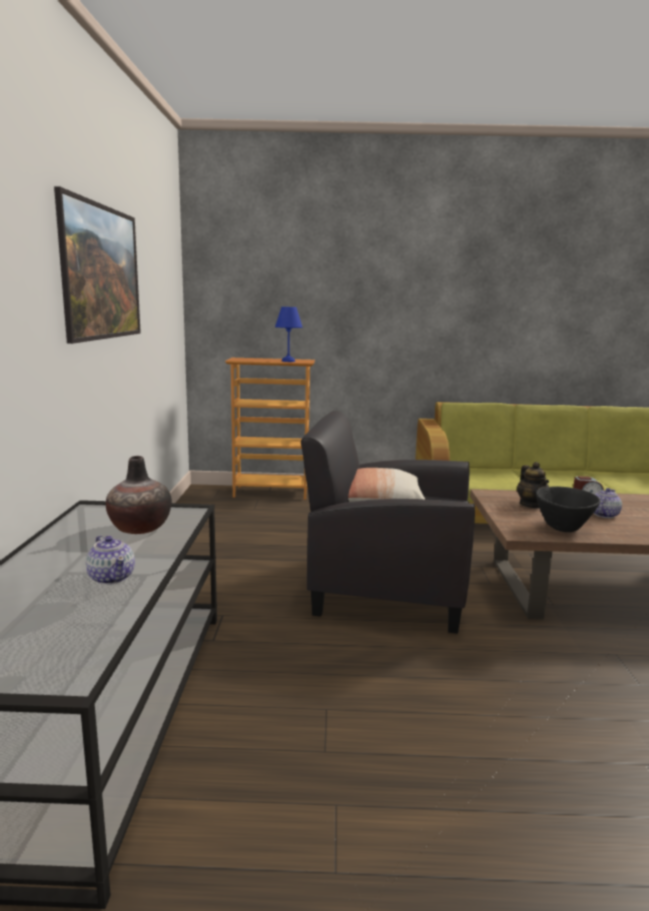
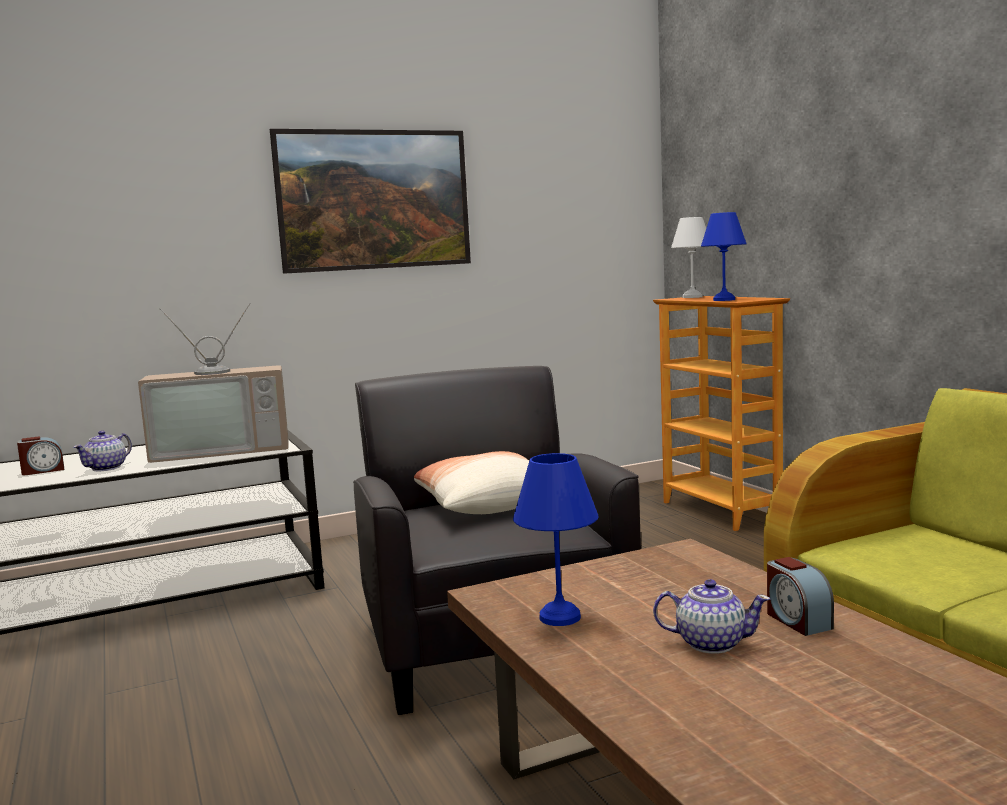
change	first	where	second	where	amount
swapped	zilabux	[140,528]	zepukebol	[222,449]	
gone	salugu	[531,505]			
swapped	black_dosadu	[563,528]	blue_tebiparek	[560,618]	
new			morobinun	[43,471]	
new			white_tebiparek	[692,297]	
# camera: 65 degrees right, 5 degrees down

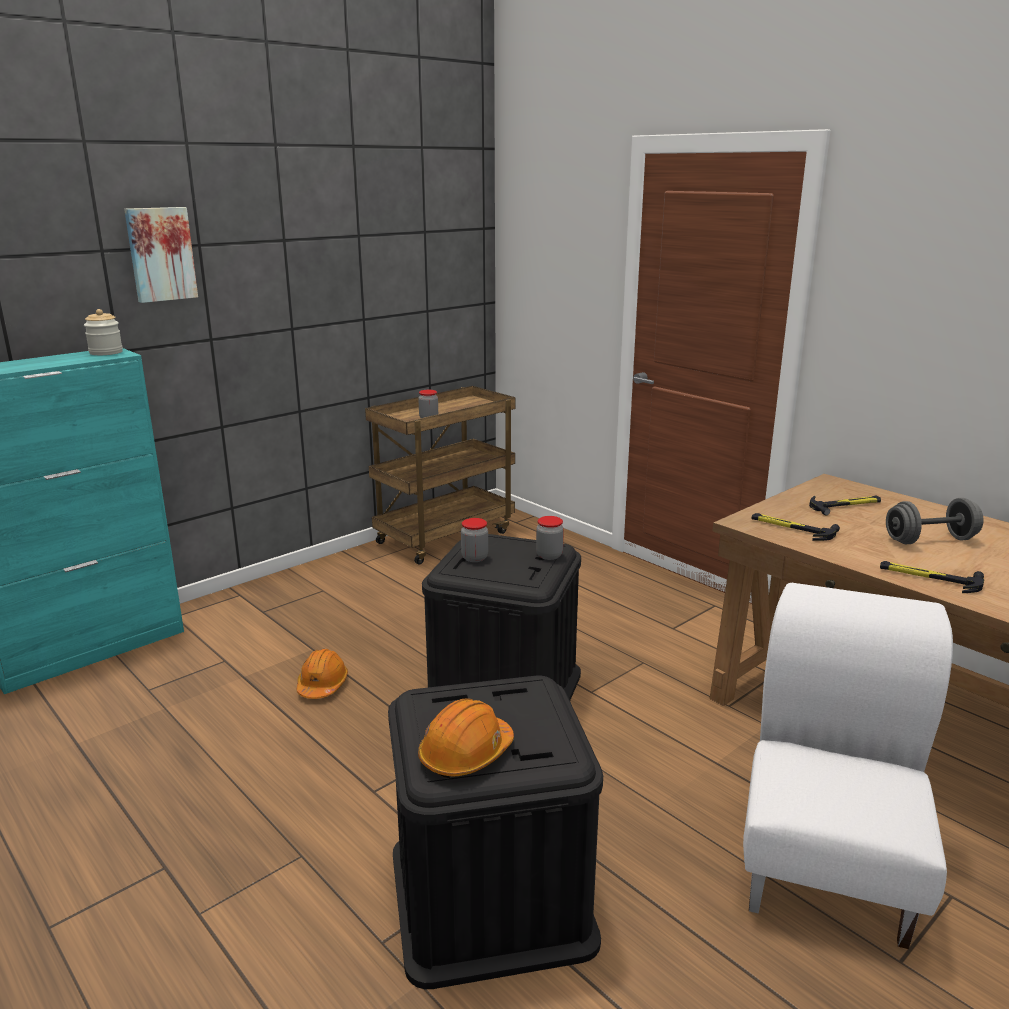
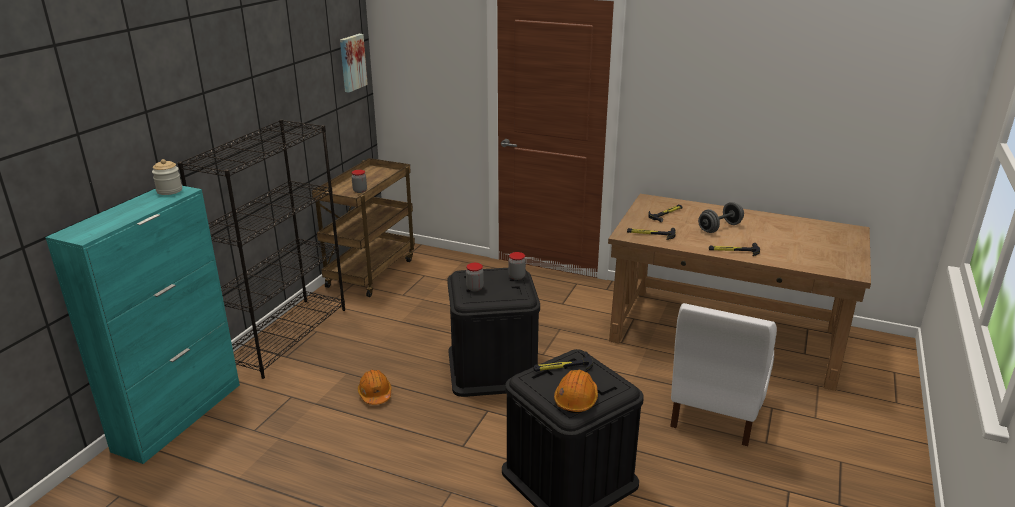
change	first	where	second	where	amount
shifted	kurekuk	[160,254]		[352,62]	
rotated	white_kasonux	[827,867]		[715,412]	150 degrees counterclockwise
new			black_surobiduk	[286,335]	
new			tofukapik	[563,367]	
# camera: 25 degrees left, 5 degrees up

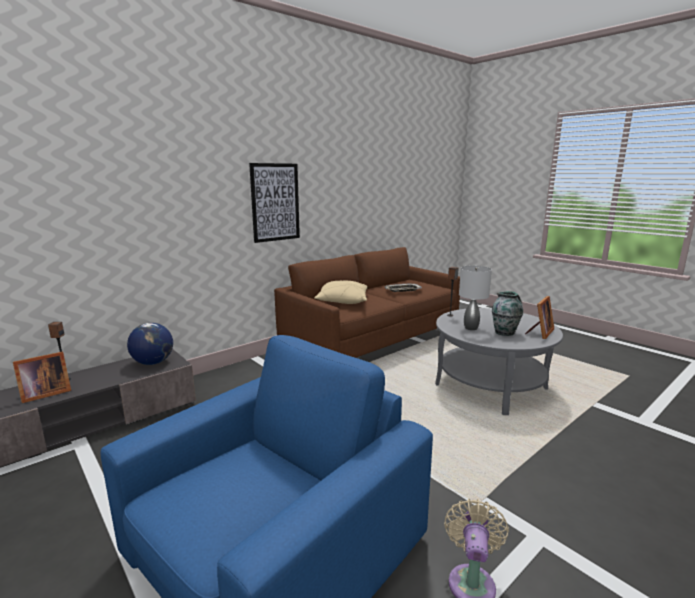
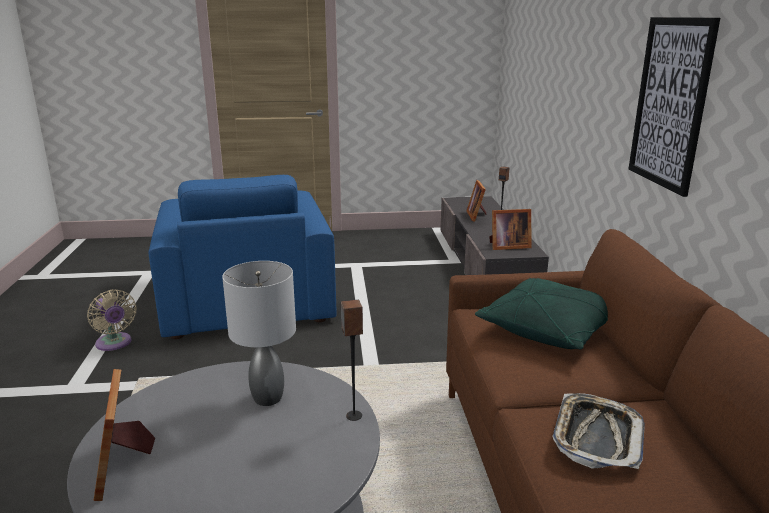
change	first	where	second	where	amount
swapped	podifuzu	[153,362]	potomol	[507,246]	
repainted	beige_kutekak	[342,301]	green_kutekak	[548,329]	
gone	zilabux	[505,333]			
# camera: 125 degrees right, 5 degrees up

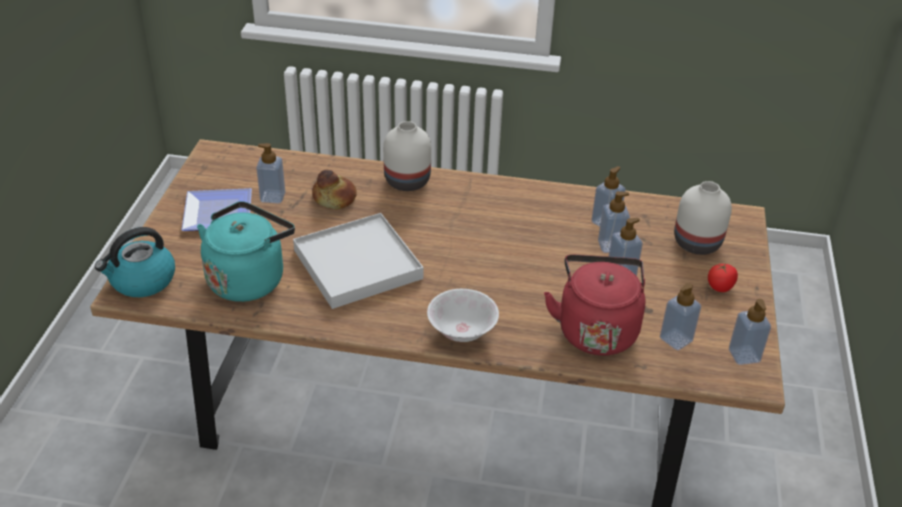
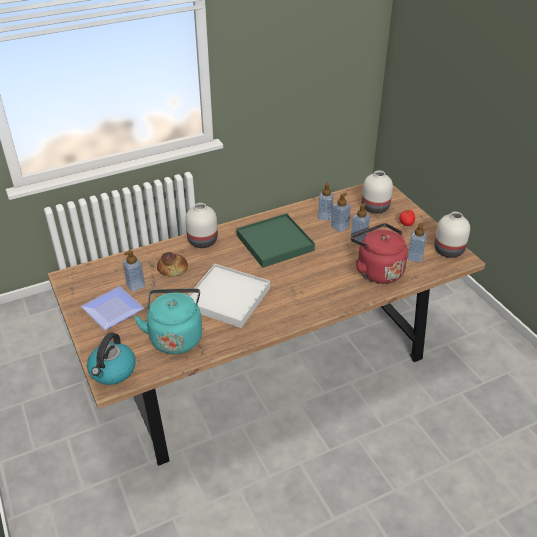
change	first	where	second	where	amount
gone	white_dosadu	[462,331]			
swapped	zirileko	[744,355]	white_zilabux	[448,250]	
new			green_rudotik	[275,243]	
# camera: 35 degrees left, 0 degrees up

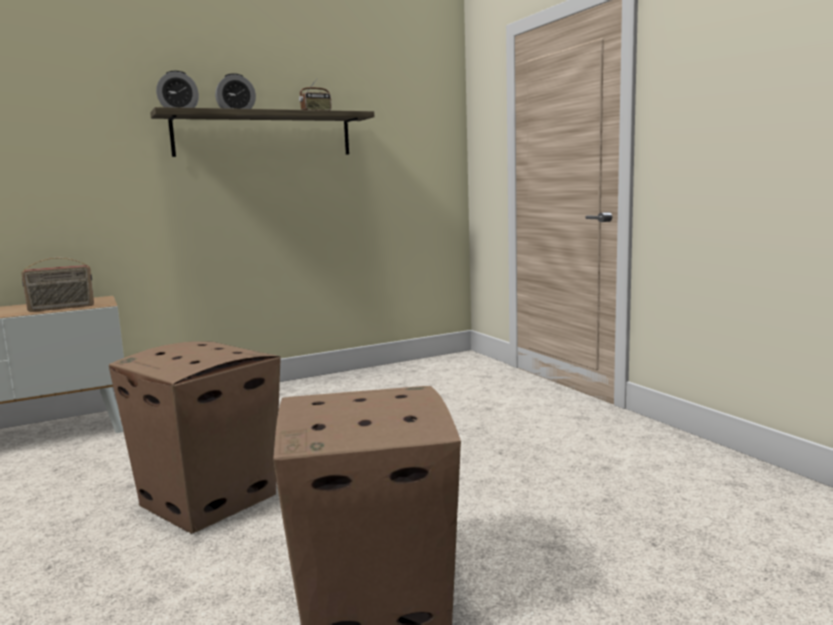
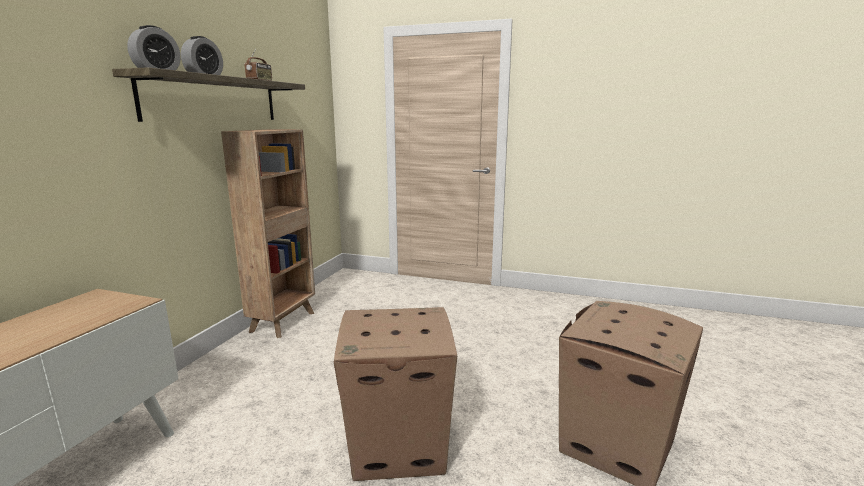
change	first	where	second	where	amount
gone	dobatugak	[61,308]			
new			brown_surobiduk	[284,321]	
# camera: 45 degrees left, 5 degrees up

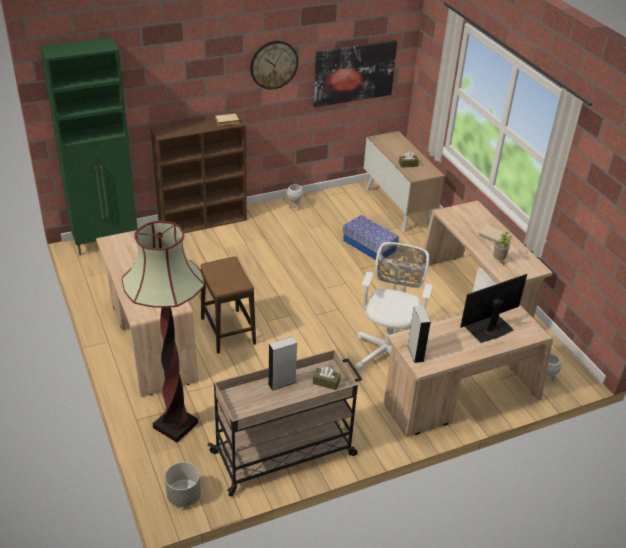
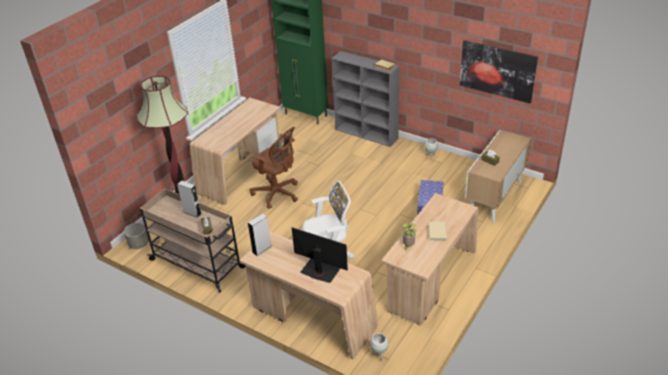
change	first	where	second	where	amount
repainted	brown_surobiduk	[203,222]	grey_surobiduk	[367,134]	
swapped	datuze	[228,331]	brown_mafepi	[277,194]	
gone	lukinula	[273,64]			
# camera: 60 degrees right, 0 degrees up

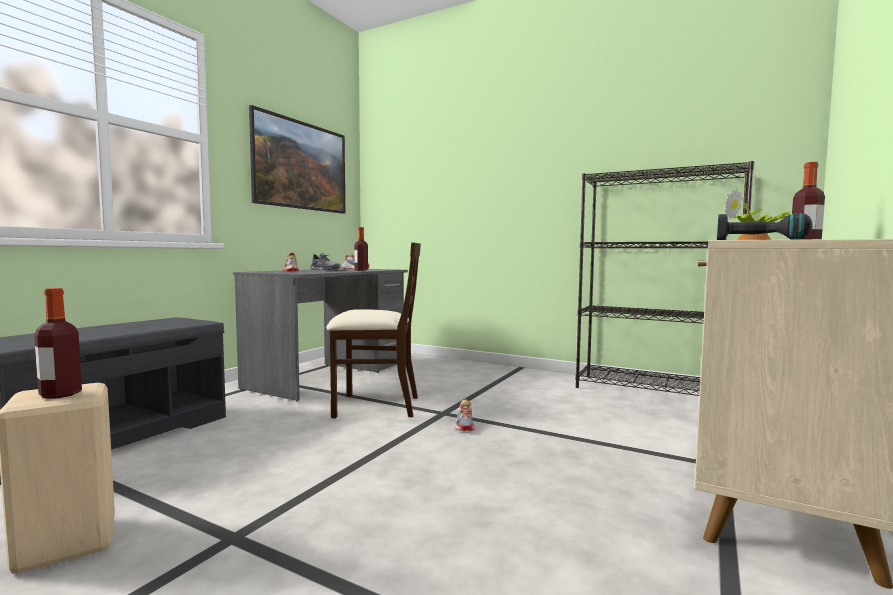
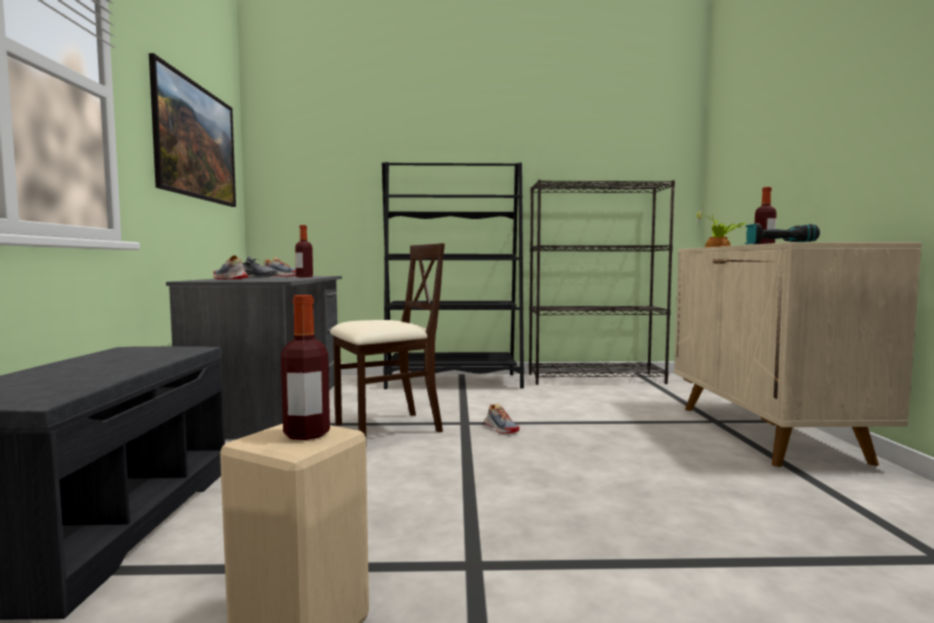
change	first	where	second	where	amount
new			black_surobiduk	[452,381]	
# camera: 30 degrees left, 0 degrees up

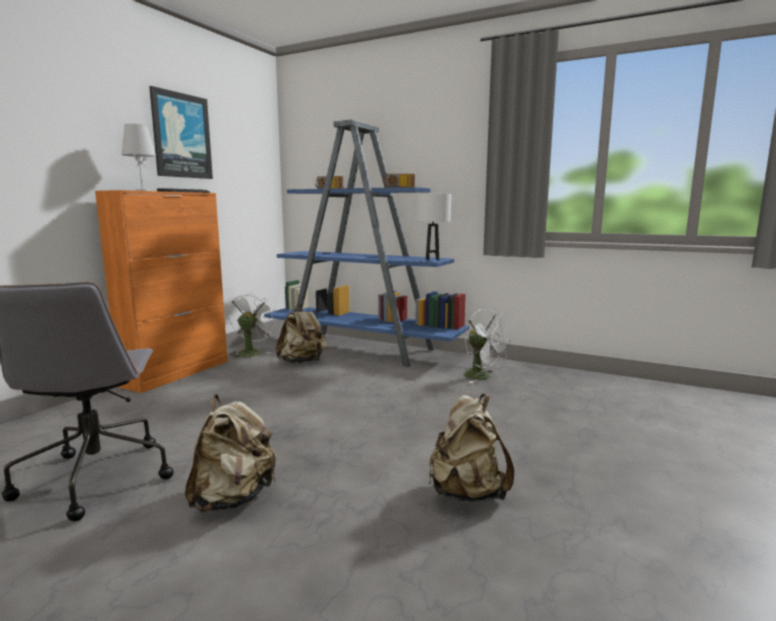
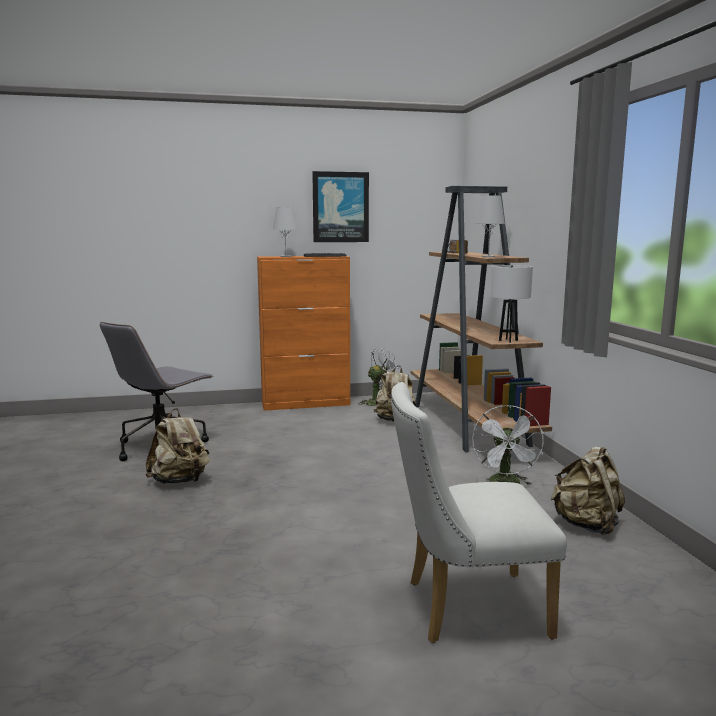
change	first	where	second	where	amount
repainted	blue_surobiduk	[362,348]	brown_surobiduk	[469,425]	
swapped	dobatugak	[398,187]	white_tebiparek	[488,256]	
shifted	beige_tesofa	[467,493]		[586,525]	
new			white_kasonux	[465,608]	
# camera: 50 degrees right, 0 degrees up

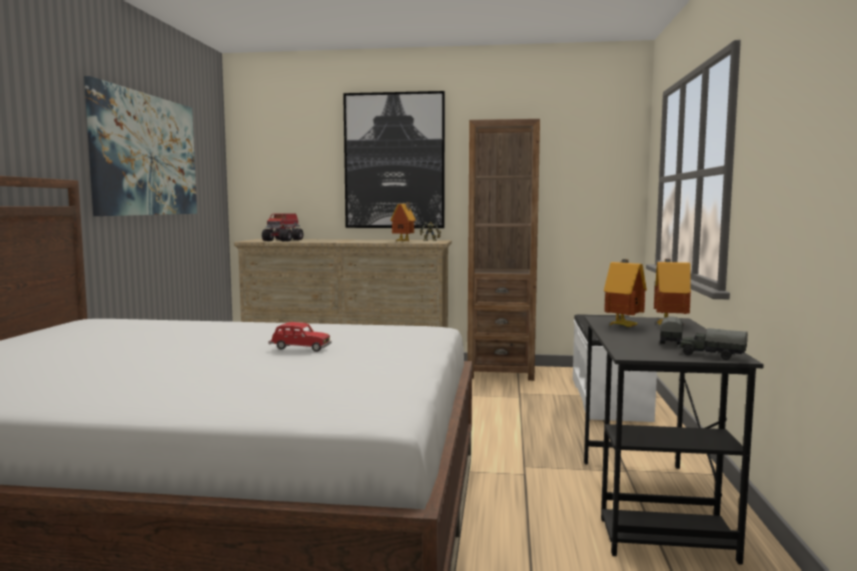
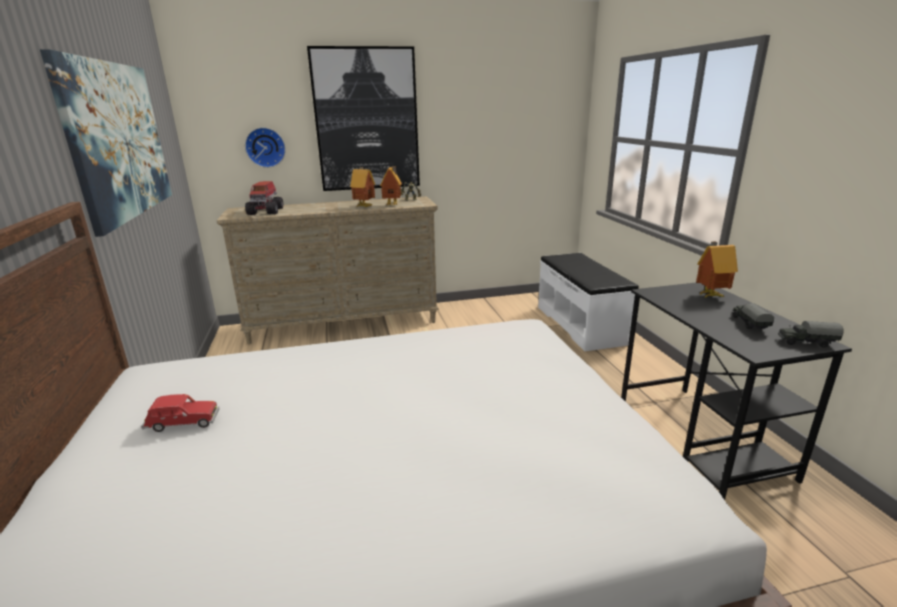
change	first	where	second	where	amount
shifted	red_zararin	[300,348]		[183,423]	
gone	brown_surobiduk	[500,372]			
shifted	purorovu	[624,326]		[364,206]	
new			lukinula	[265,147]	
# camera: 20 degrees left, 15 degrees up

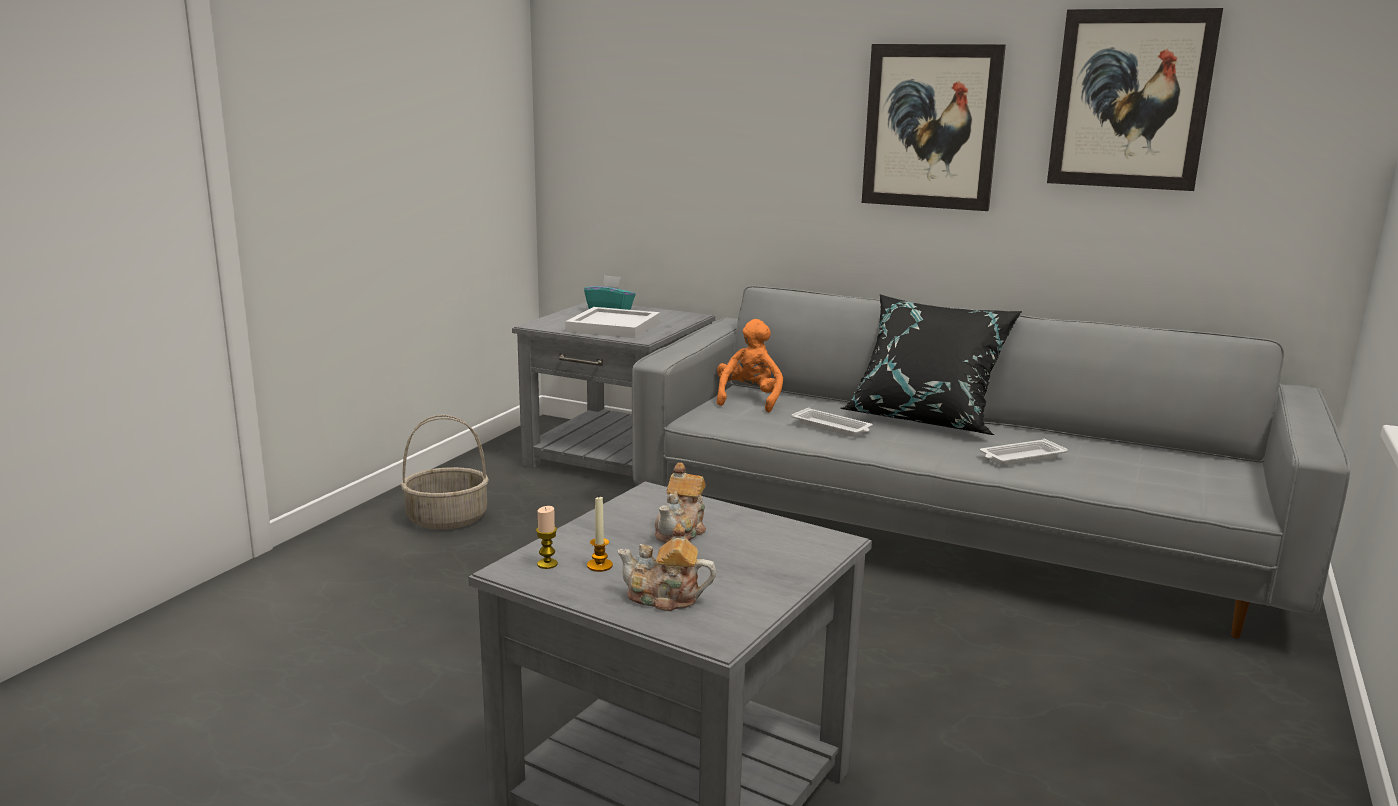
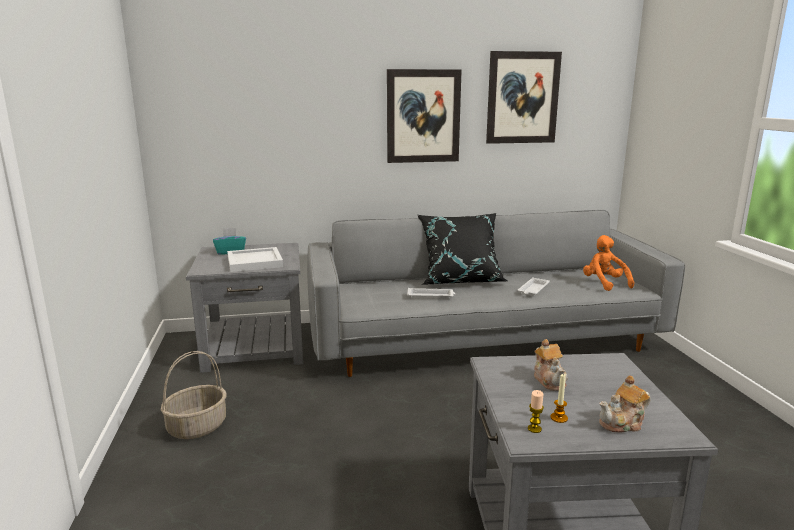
change	first	where	second	where	amount
shifted	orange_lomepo	[749,400]		[604,283]	
# camera: 35 degrees left, 0 degrees up

